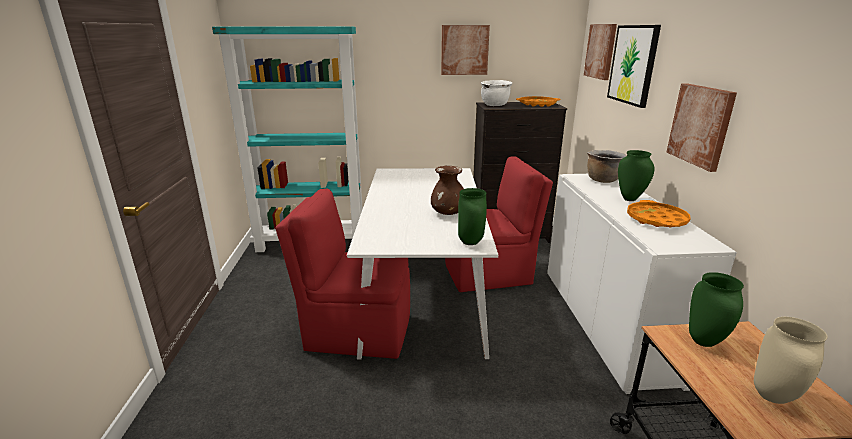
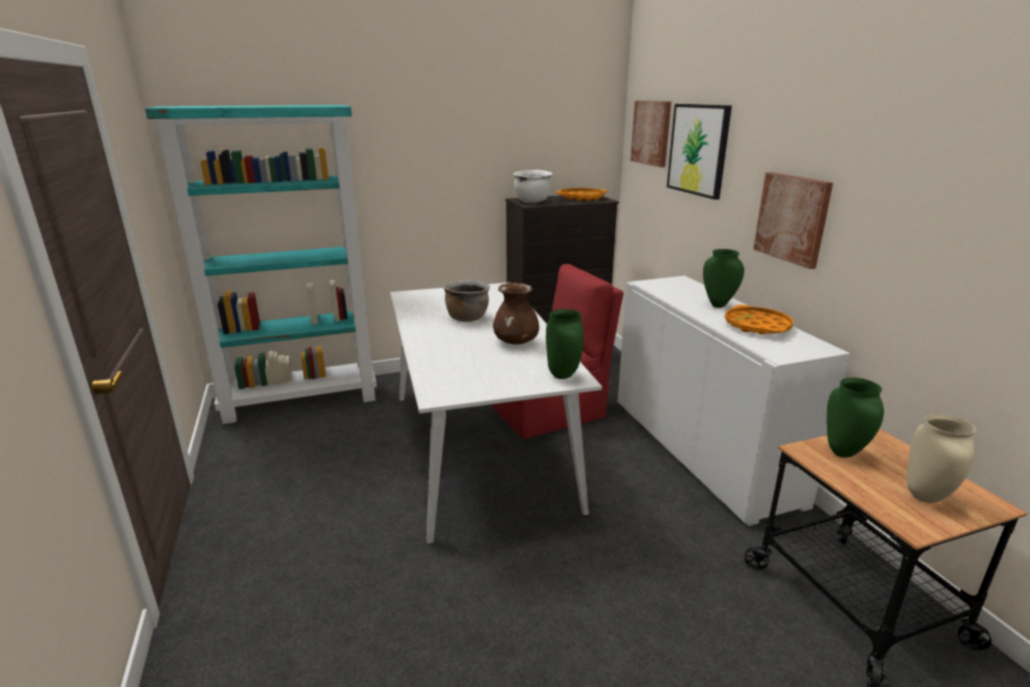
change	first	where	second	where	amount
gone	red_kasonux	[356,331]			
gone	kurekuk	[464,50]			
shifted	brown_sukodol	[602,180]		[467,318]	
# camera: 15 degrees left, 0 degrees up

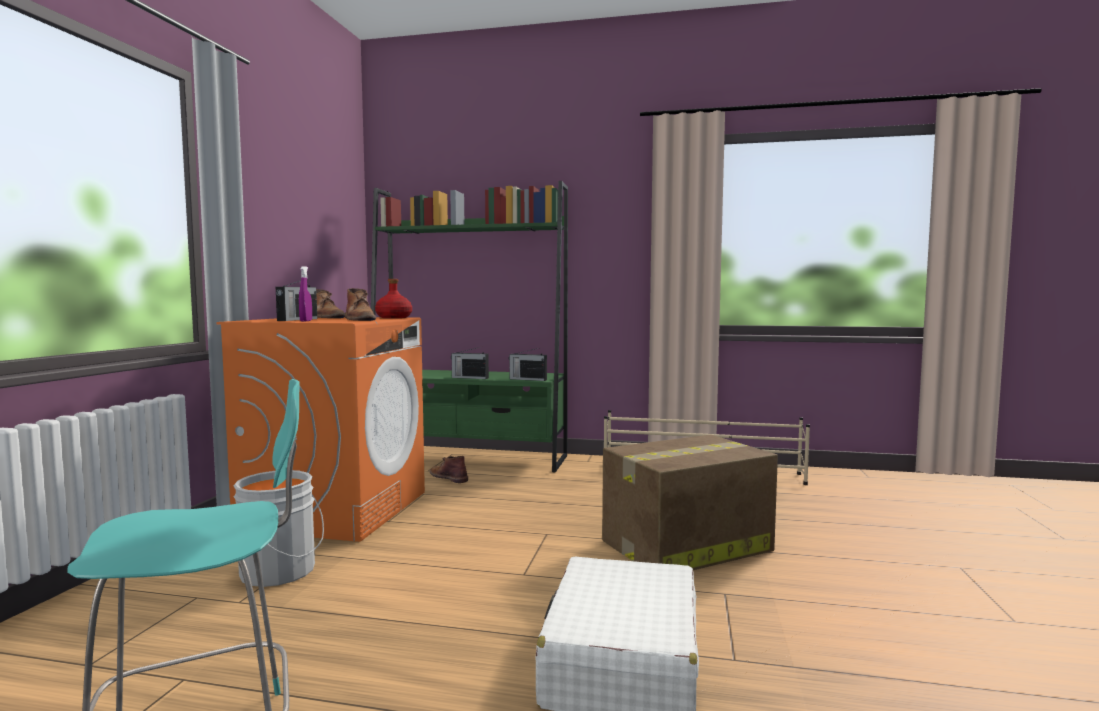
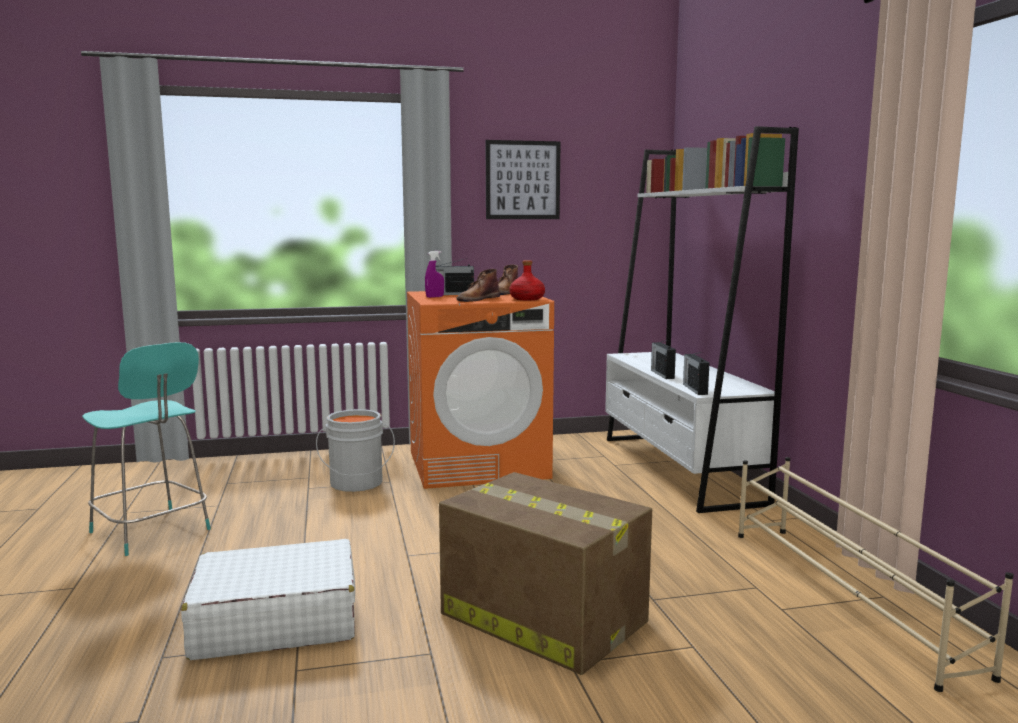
change	first	where	second	where	amount
repainted	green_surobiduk	[469,458]	white_surobiduk	[679,469]	
gone	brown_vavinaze	[448,477]			
new			kurekuk	[522,180]	
# camera: 65 degrees right, 5 degrees up

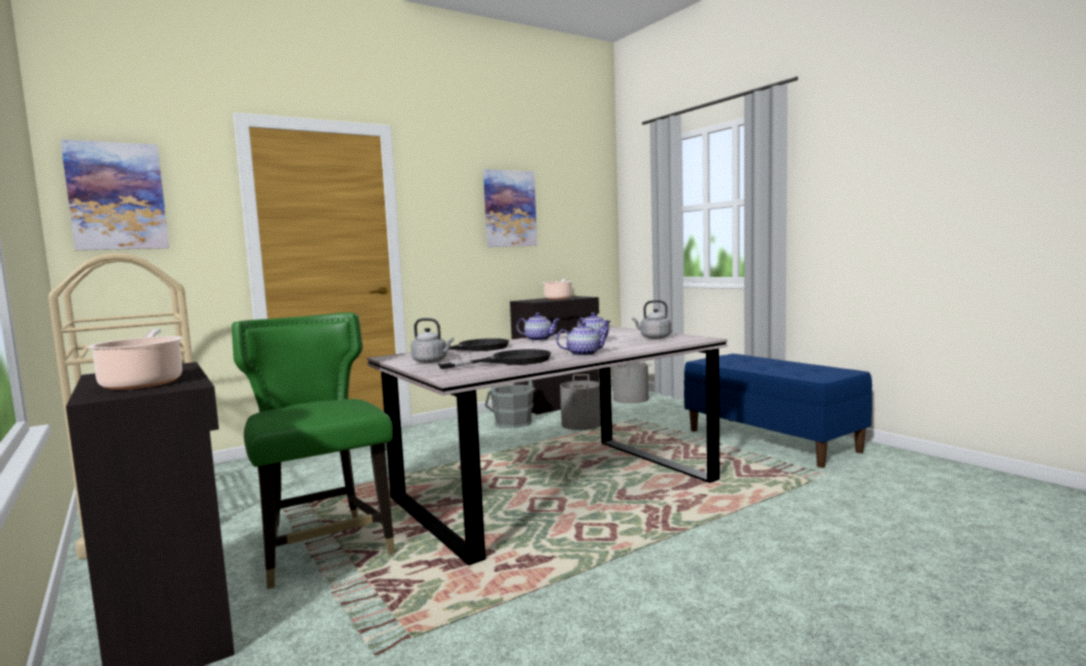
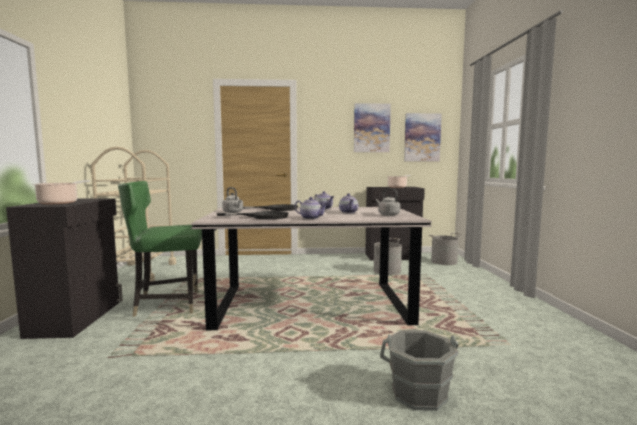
change	first	where	second	where	amount
shifted	kurekuk	[117,196]		[422,137]	
rotated	green_kasonux	[325,550]		[168,304]	105 degrees counterclockwise
shifted	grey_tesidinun	[513,423]		[418,392]	
gone	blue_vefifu	[771,440]			
# camera: 30 degrees right, 0 degrees up

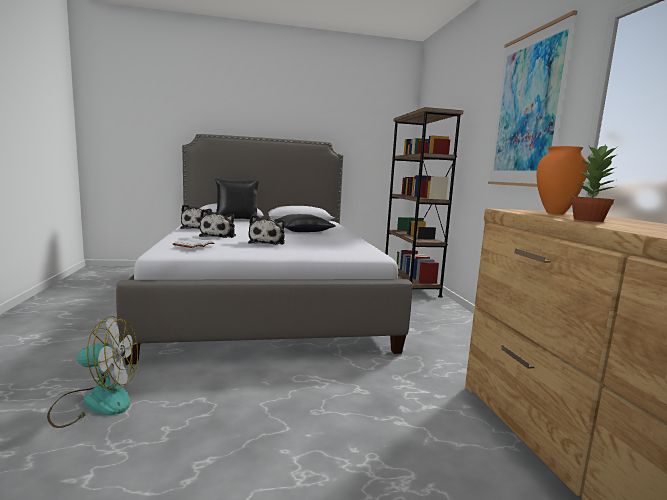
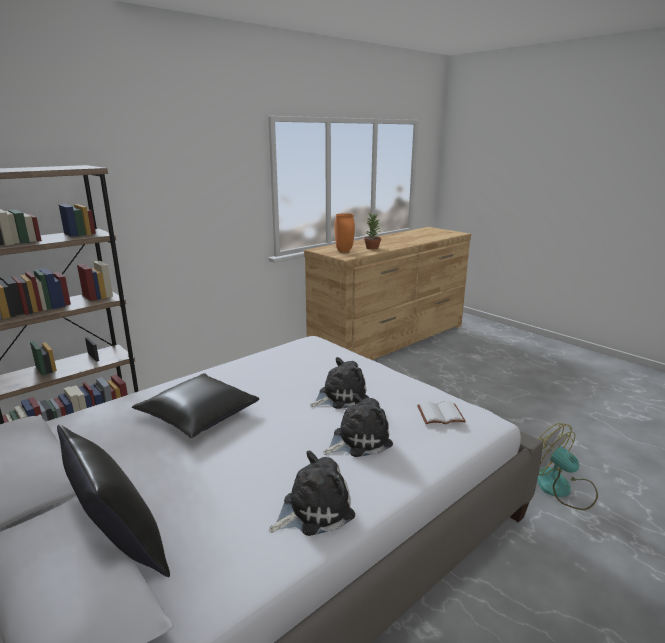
change	first	where	second	where	amount
gone	kurekuk	[527,110]			
# camera: 120 degrees left, 10 degrees up

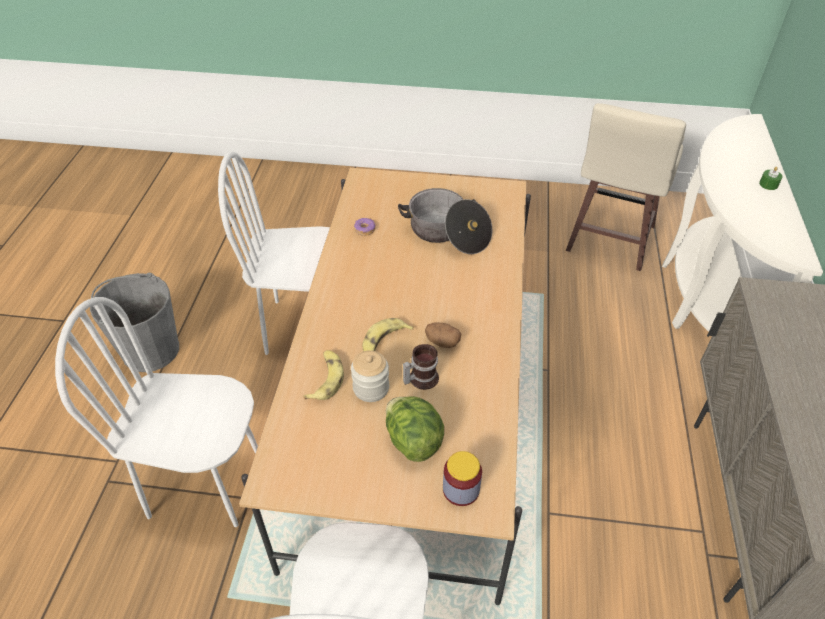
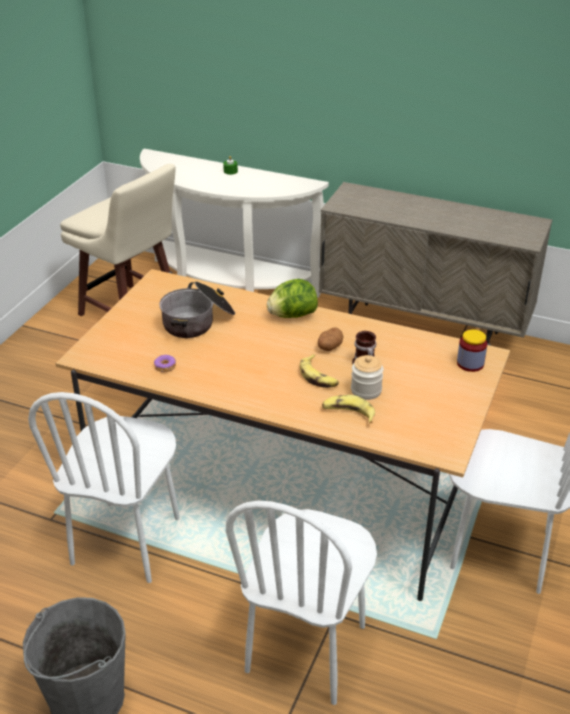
change	first	where	second	where	amount
shifted	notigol	[412,440]		[292,315]	
# camera: 75 degrees left, 10 degrees down

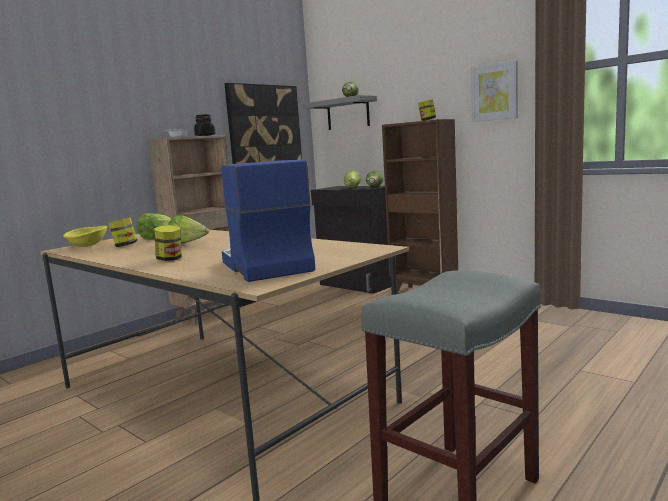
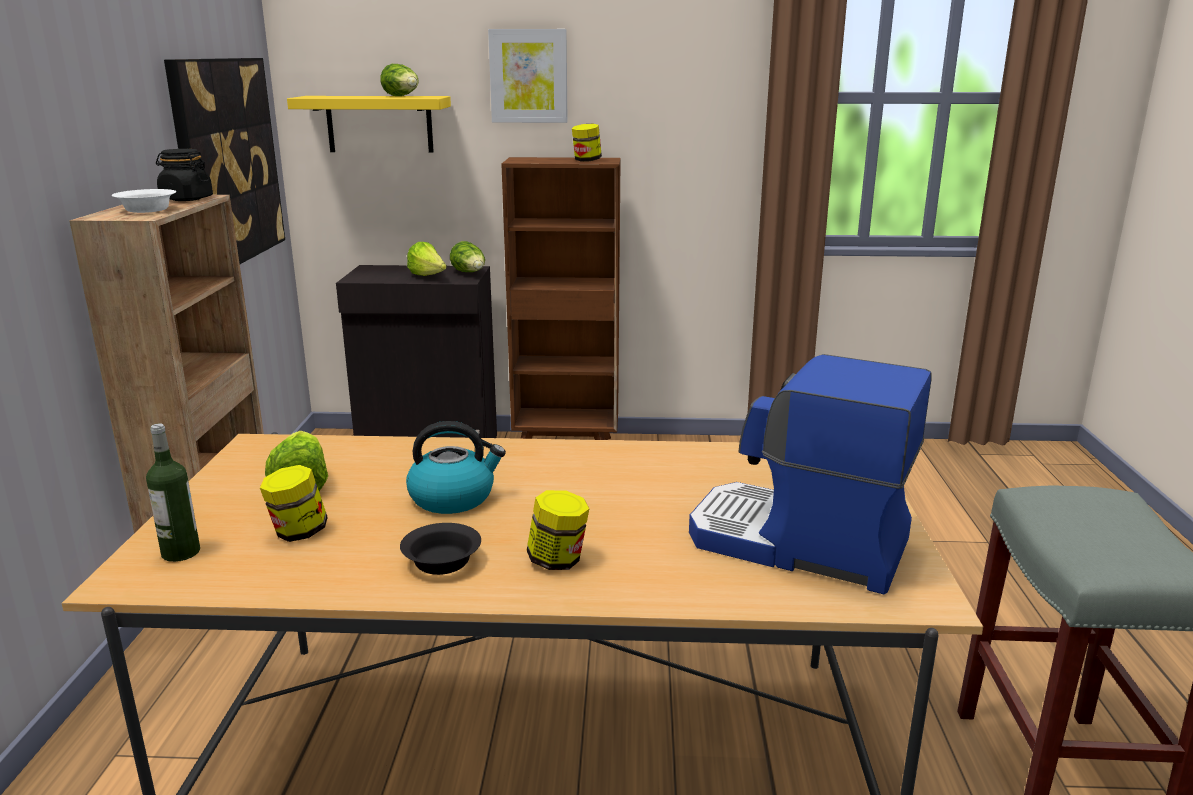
change	first	where	second	where	amount
swapped	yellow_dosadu	[88,246]	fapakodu	[181,552]	
swapped	notigol	[189,244]	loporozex	[453,497]	
repainted	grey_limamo	[348,113]	yellow_limamo	[379,124]	
shifted	kurekuk	[495,92]		[528,76]	
new			black_dosadu	[443,561]	
# camera: 40 degrees left, 10 degrees up

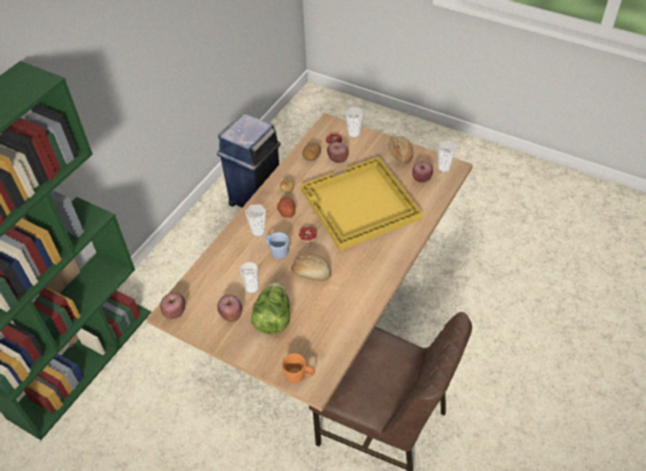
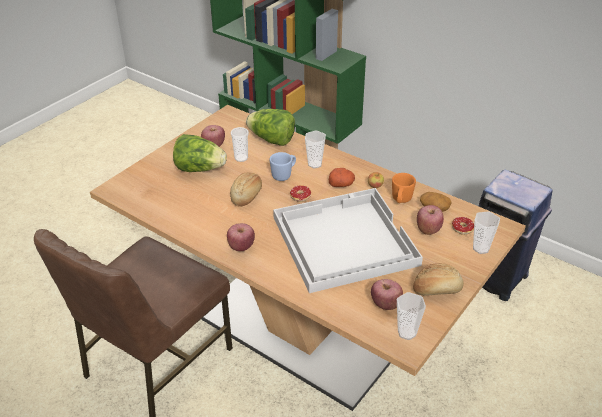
change	first	where	second	where	amount
shifted	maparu	[175,312]		[241,247]	
shifted	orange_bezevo	[299,376]		[401,200]	
repainted	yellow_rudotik	[359,205]	white_rudotik	[343,240]	
new			notigol	[272,140]	
# camera: 95 degrees right, 10 degrees down

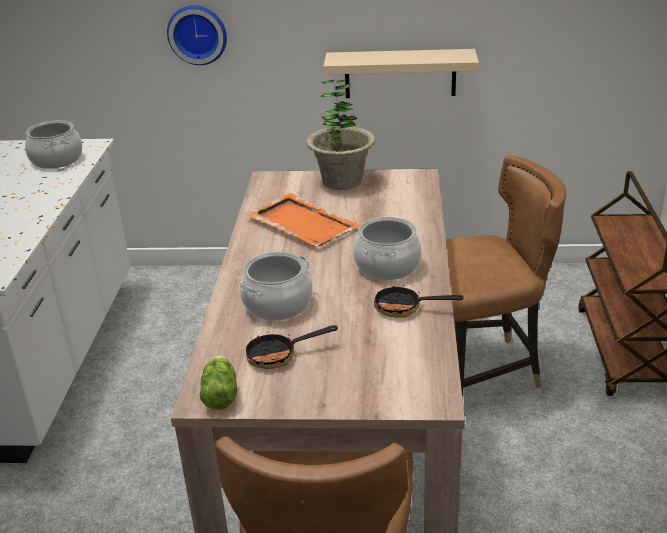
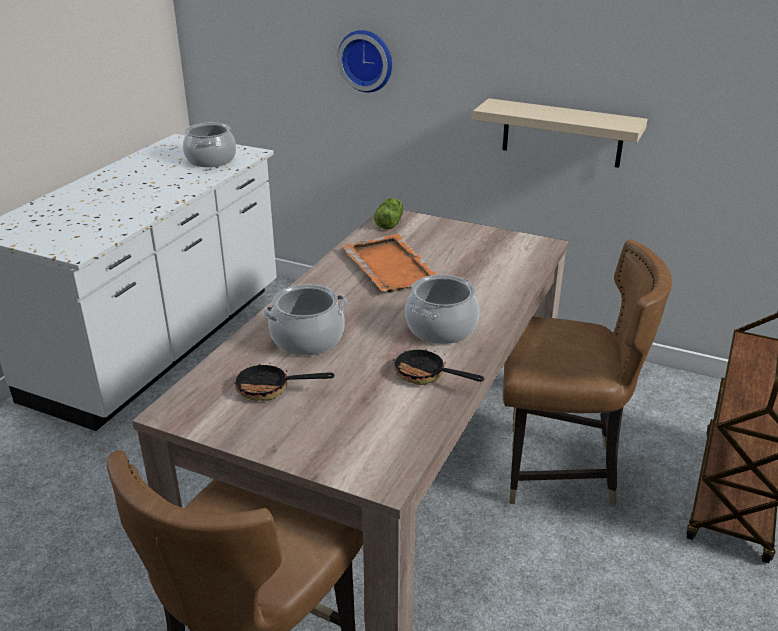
change	first	where	second	where	amount
shifted	notigol	[220,393]		[390,222]	
gone	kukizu	[342,181]			
# camera: 20 degrees right, 0 degrees up

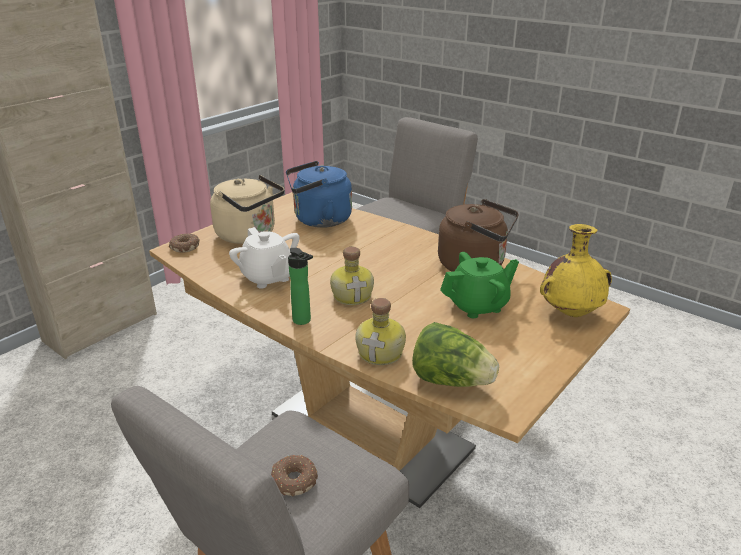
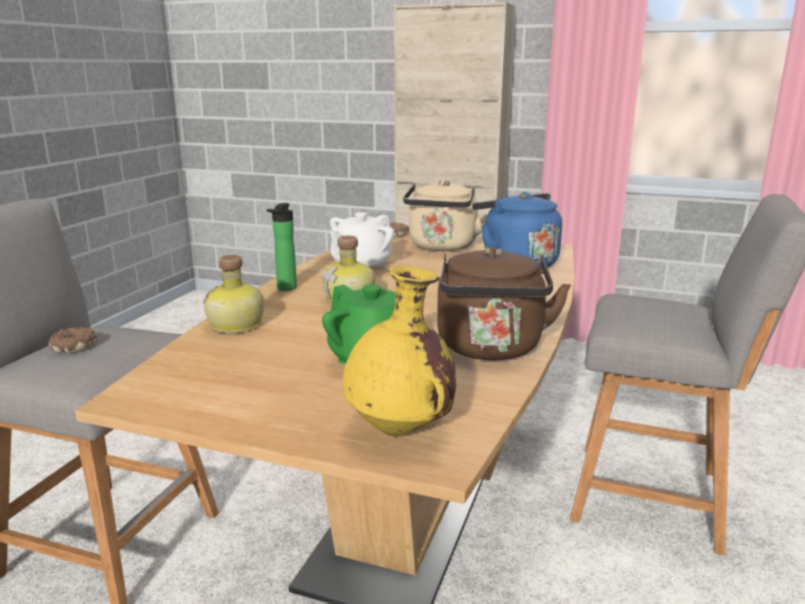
change	first	where	second	where	amount
gone	notigol	[451,381]			
# camera: 70 degrees right, 10 degrees down

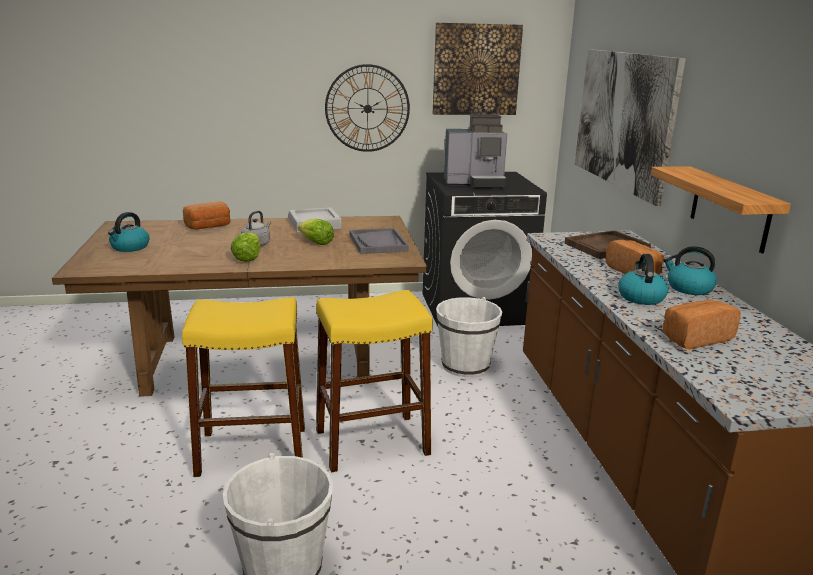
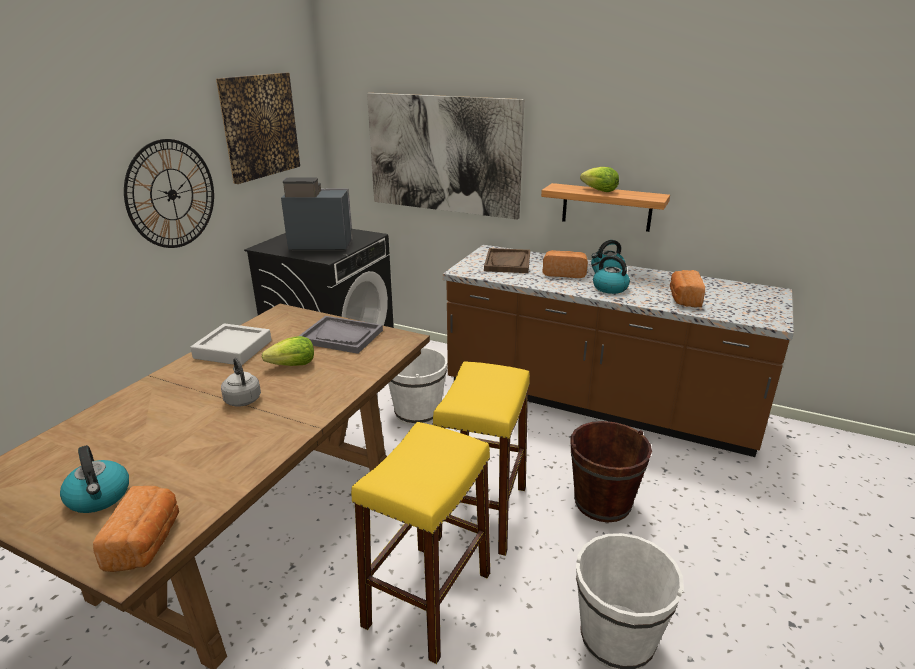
change	first	where	second	where	amount
shifted	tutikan	[209,227]		[146,542]	
shifted	notigol	[247,258]		[599,191]	
rotated	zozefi	[475,183]		[319,245]	120 degrees counterclockwise
new			brown_tesidinun	[602,502]	
# camera: 55 degrees left, 5 degrees up

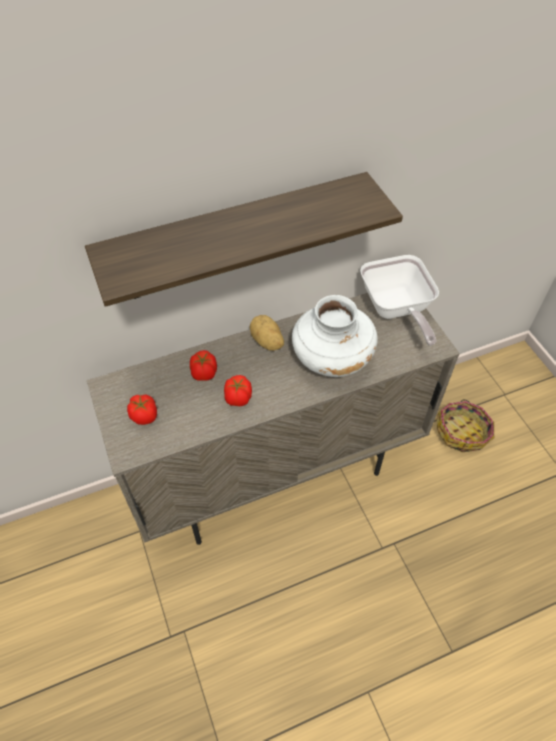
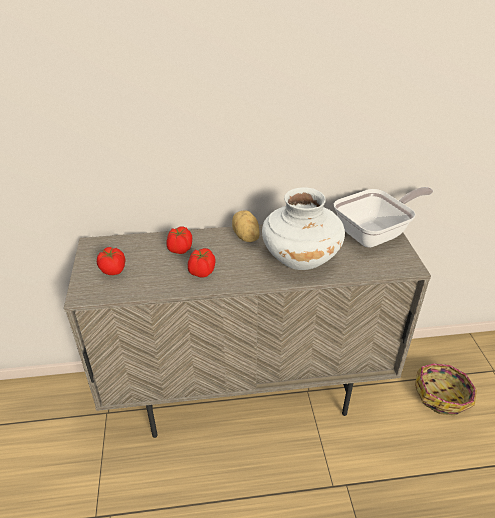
change	first	where	second	where	amount
gone	limamo	[235,238]			
rotated	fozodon	[396,310]		[376,234]	120 degrees counterclockwise
# camera: 15 degrees right, 15 degrees down

